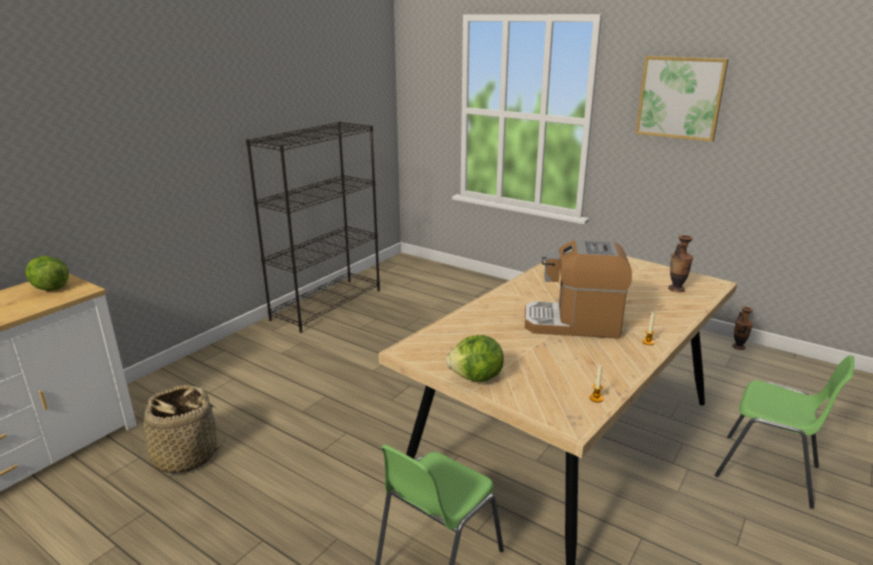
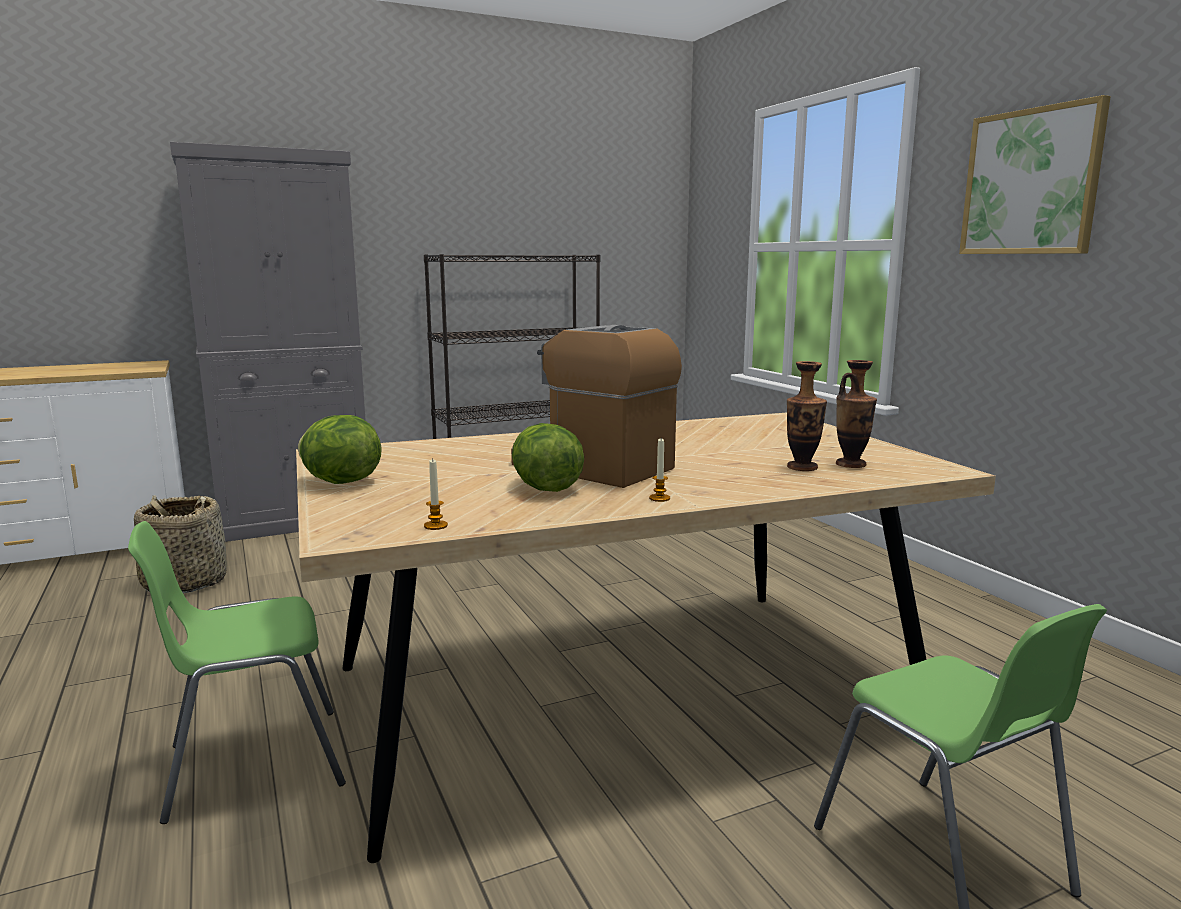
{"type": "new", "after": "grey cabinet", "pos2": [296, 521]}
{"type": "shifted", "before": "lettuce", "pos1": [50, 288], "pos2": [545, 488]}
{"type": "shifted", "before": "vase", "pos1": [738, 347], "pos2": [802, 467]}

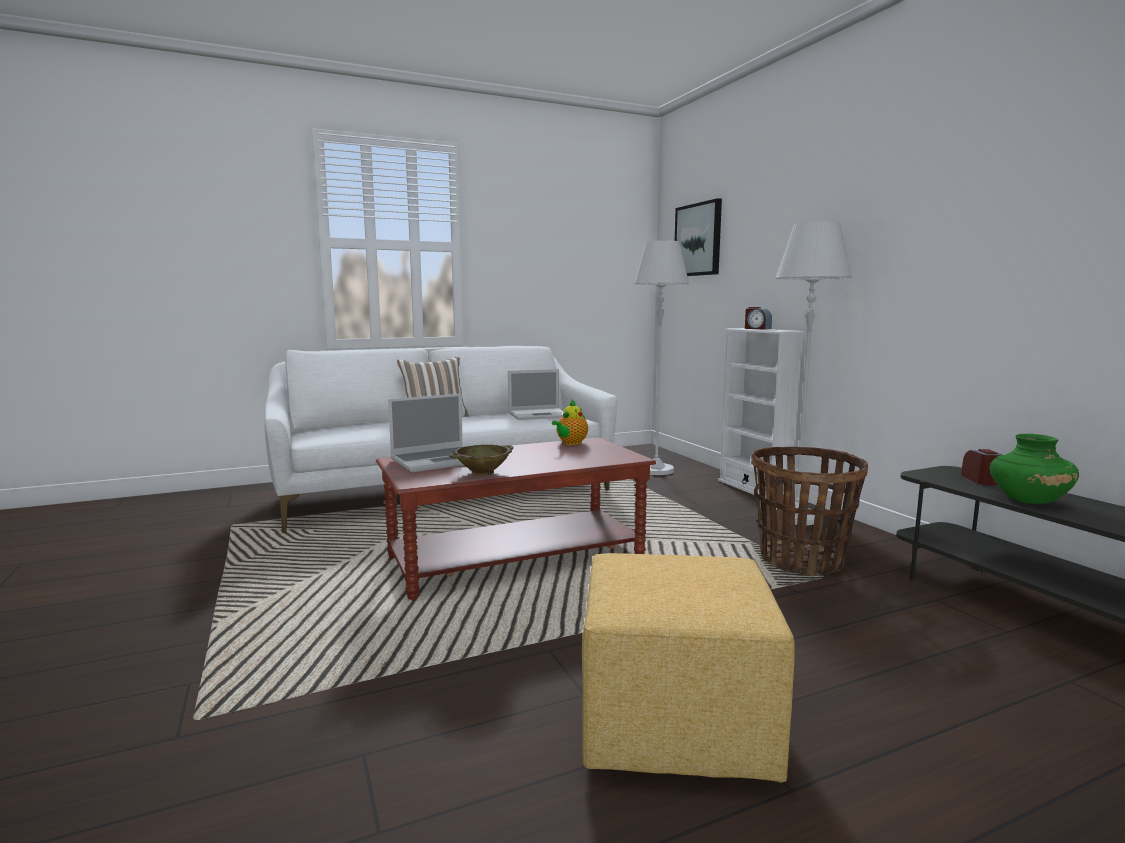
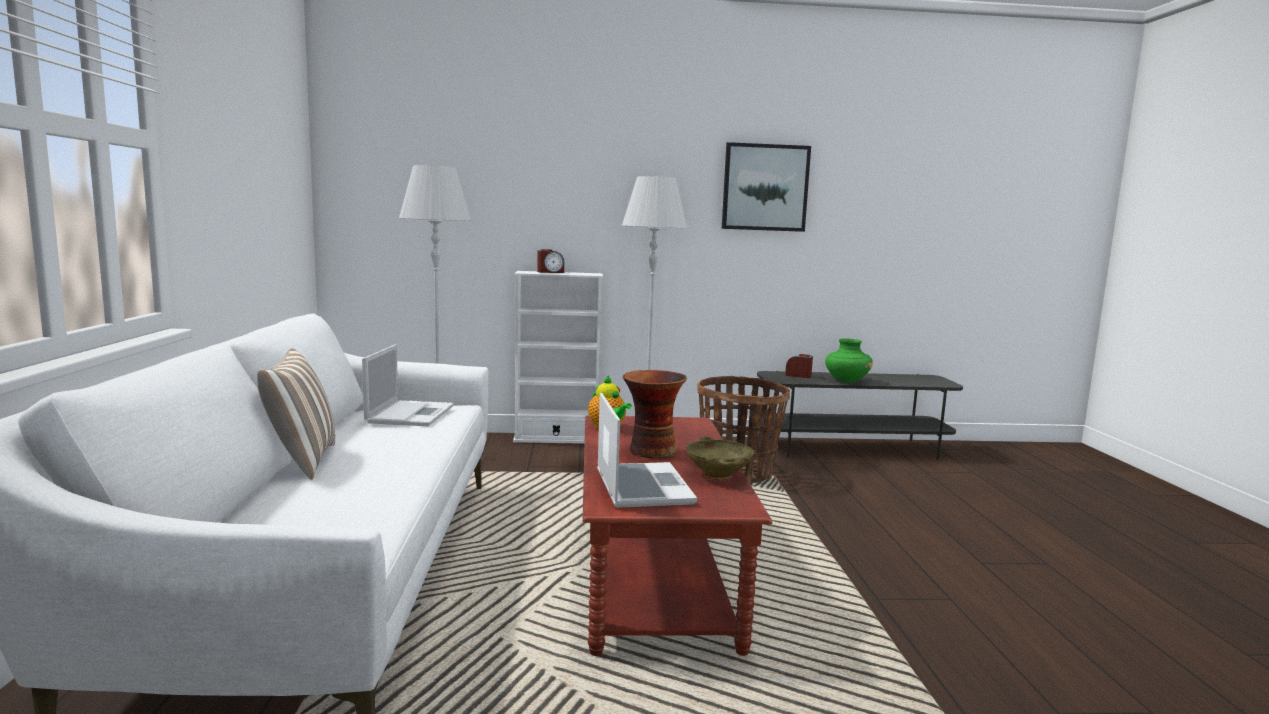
{"type": "gone", "before": "yellowish pouffe", "pos1": [675, 724]}
{"type": "new", "after": "vase", "pos2": [651, 451]}
{"type": "shifted", "before": "wall picture", "pos1": [698, 240], "pos2": [765, 187]}

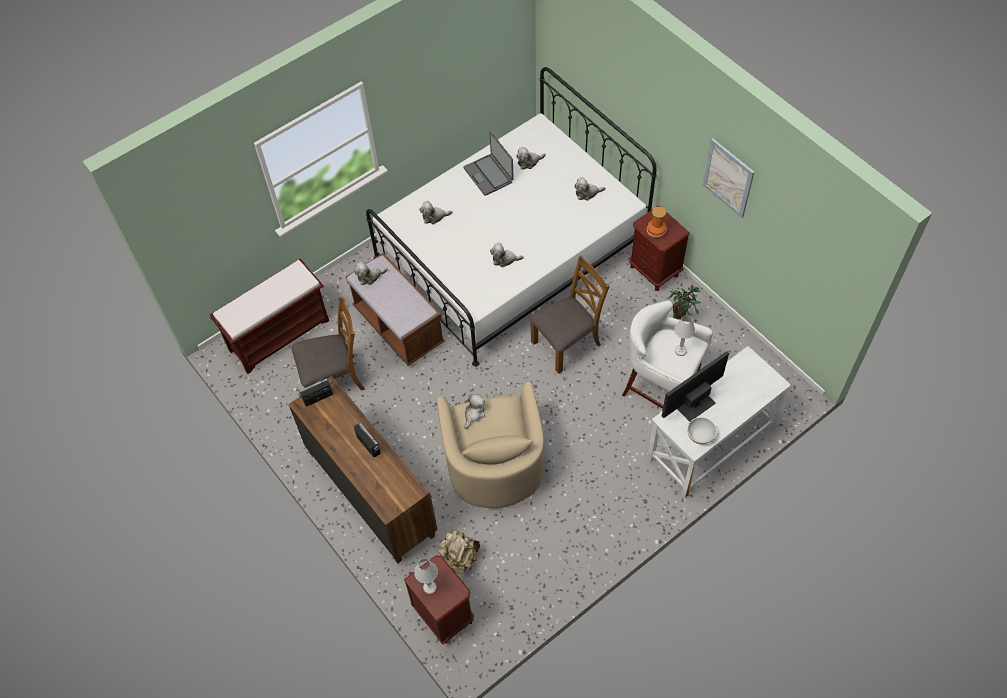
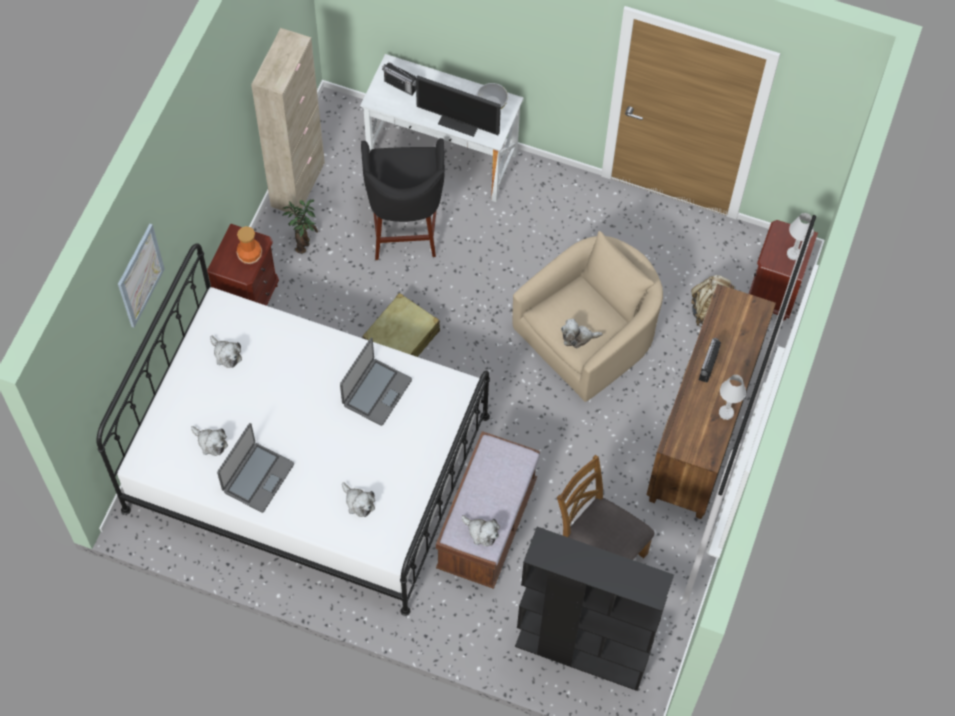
{"type": "new", "after": "sand-coloured cabinet", "pos2": [298, 184]}
{"type": "shifted", "before": "radio receiver", "pos1": [318, 397], "pos2": [400, 85]}
{"type": "shifted", "before": "whitish table lamp", "pos1": [680, 351], "pos2": [726, 413]}
{"type": "shifted", "before": "wall picture", "pos1": [728, 178], "pos2": [140, 275]}
{"type": "swapped", "before": "brown bench", "after": "black-coloured bookshelf", "pos1": [280, 334], "pos2": [580, 653]}
{"type": "swapped", "before": "plush toy", "after": "notebook computer", "pos1": [504, 259], "pos2": [376, 392]}
{"type": "swapped", "before": "brown upright chair", "after": "sand-coloured travel case", "pos1": [567, 343], "pos2": [402, 339]}
{"type": "repainted", "before": "whitish sitting stool", "after": "black-coloured sitting stool", "pos1": [660, 389], "pos2": [405, 226]}

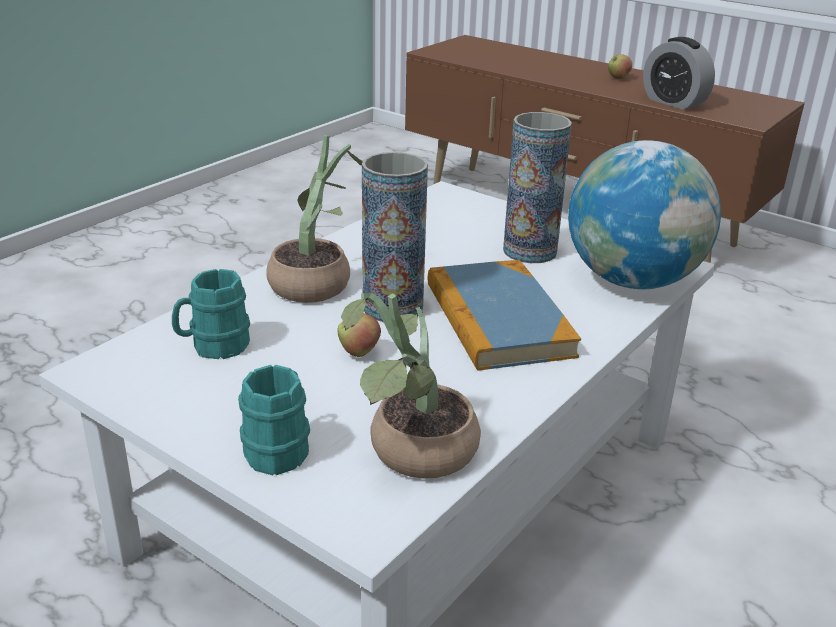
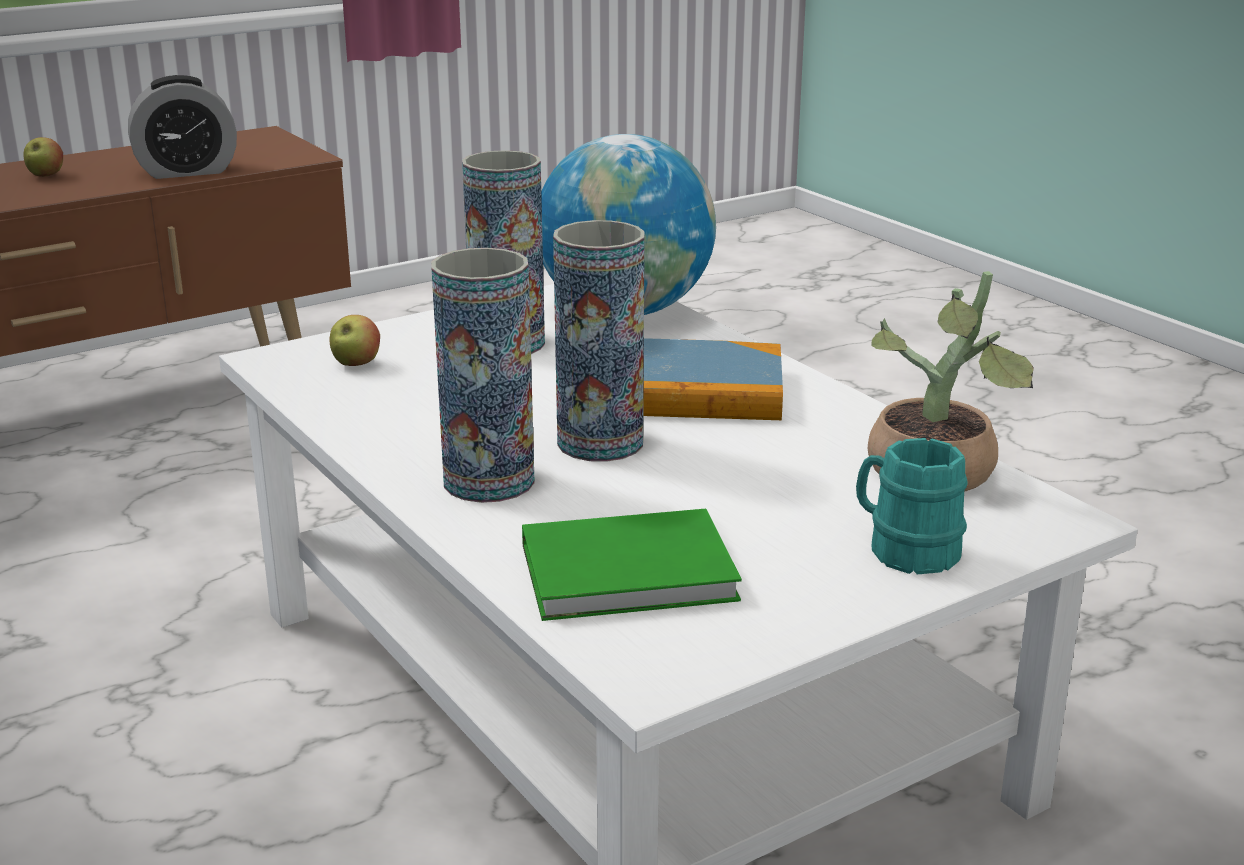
{"type": "shifted", "before": "apple fruit", "pos1": [359, 353], "pos2": [355, 364]}
{"type": "swapped", "before": "turquoise tea mug", "after": "green book", "pos1": [213, 346], "pos2": [634, 574]}
{"type": "swapped", "before": "plant in a pot", "after": "vase", "pos1": [317, 282], "pos2": [489, 481]}

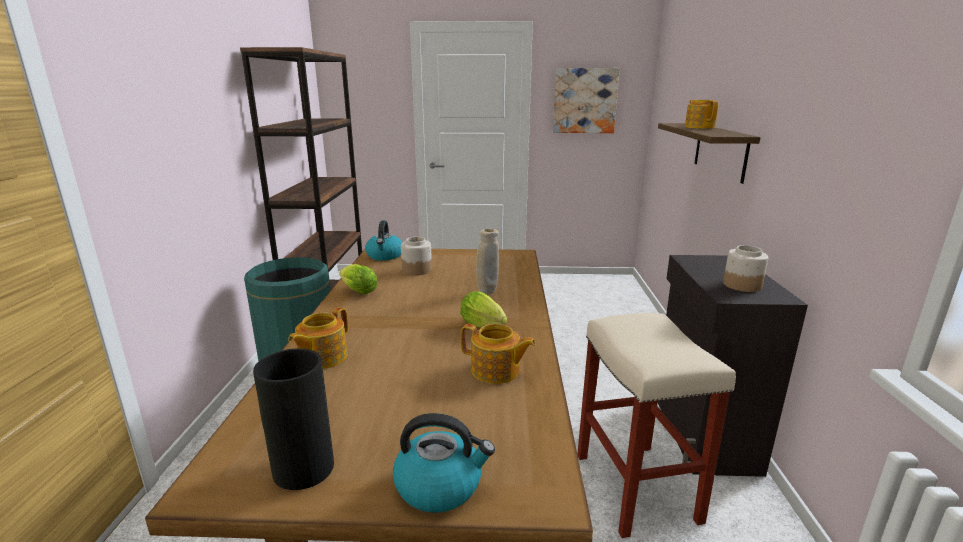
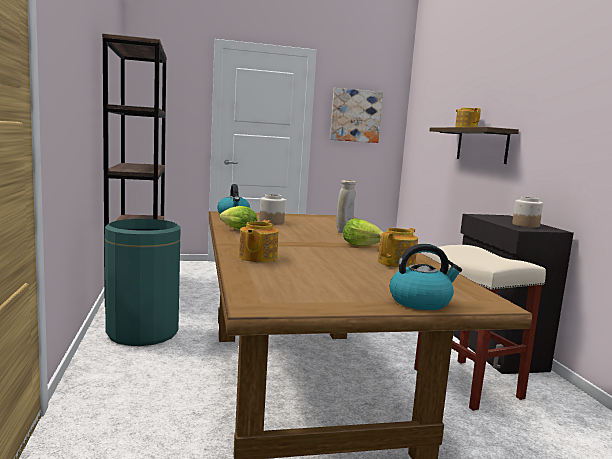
{"type": "gone", "before": "vase", "pos1": [302, 467]}
{"type": "rotated", "before": "pot for tea", "pos1": [496, 371], "pos2": [397, 263], "turn": -60}

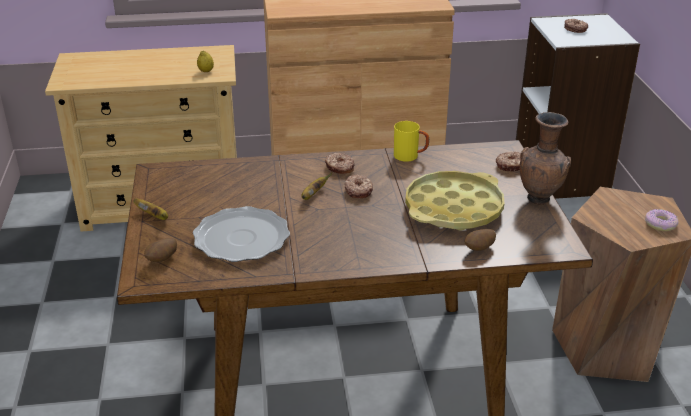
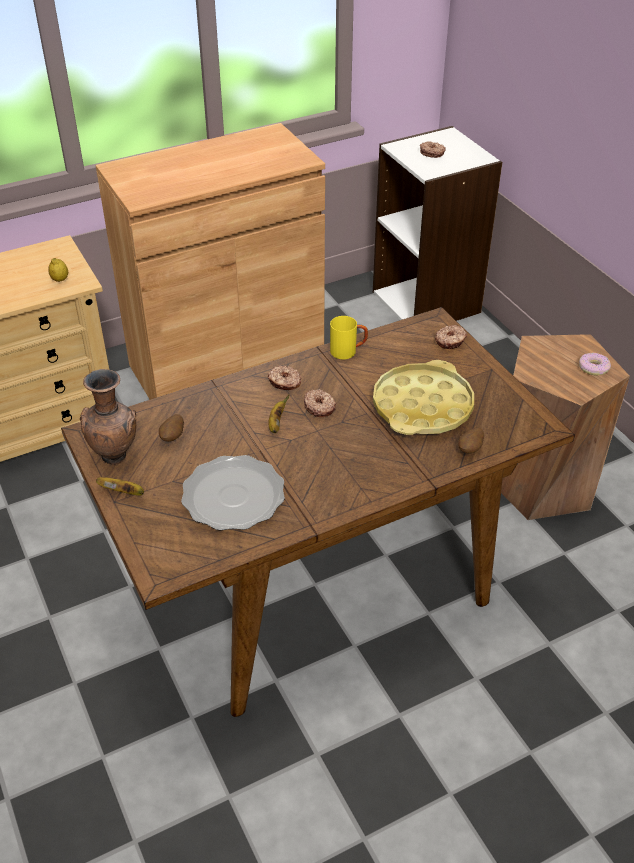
{"type": "shifted", "before": "spud", "pos1": [162, 260], "pos2": [173, 437]}
{"type": "shifted", "before": "brown vase", "pos1": [540, 199], "pos2": [116, 456]}

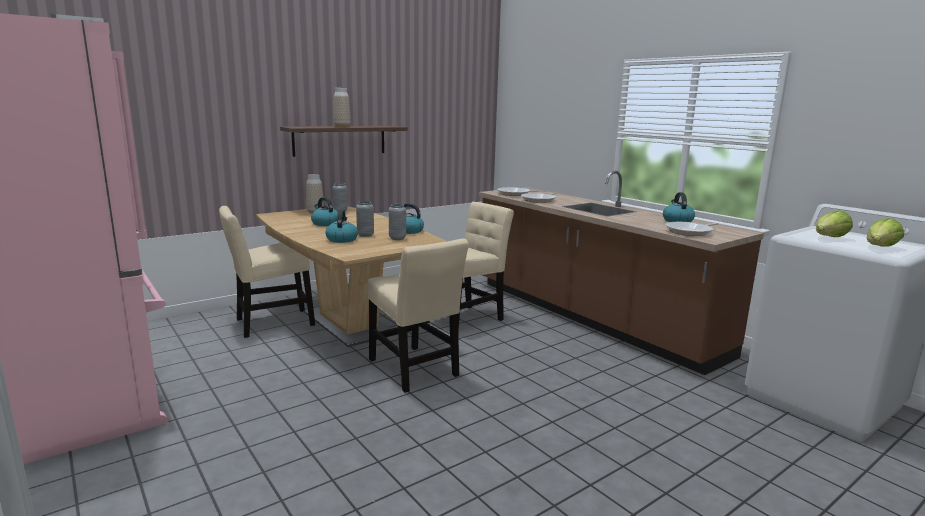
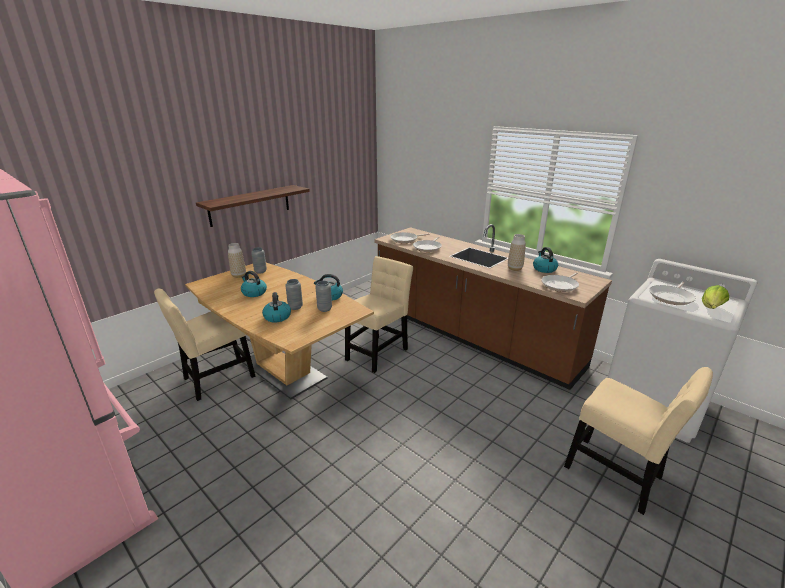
{"type": "shifted", "before": "vase", "pos1": [342, 126], "pos2": [514, 268]}
{"type": "shifted", "before": "sand-coloured upright chair", "pos1": [414, 370], "pos2": [617, 475]}
{"type": "swapped", "before": "lettuce", "after": "pan", "pos1": [829, 238], "pos2": [671, 297]}

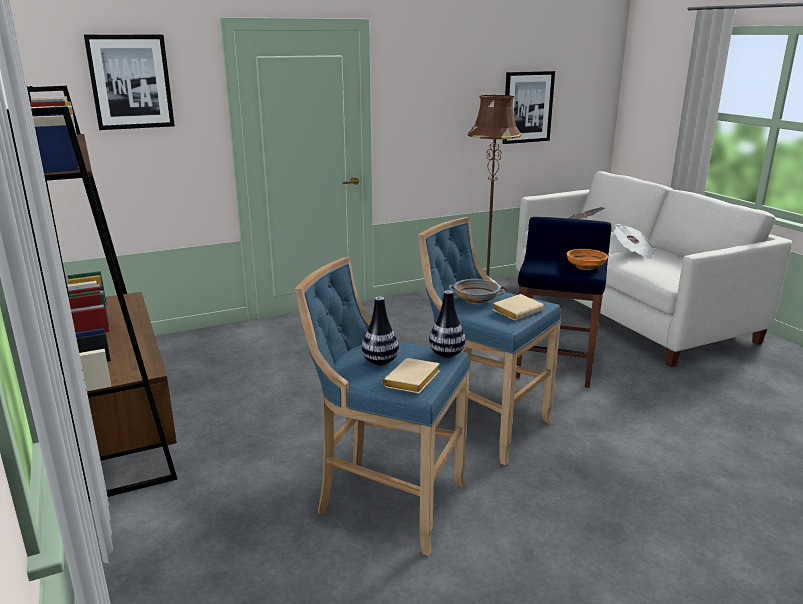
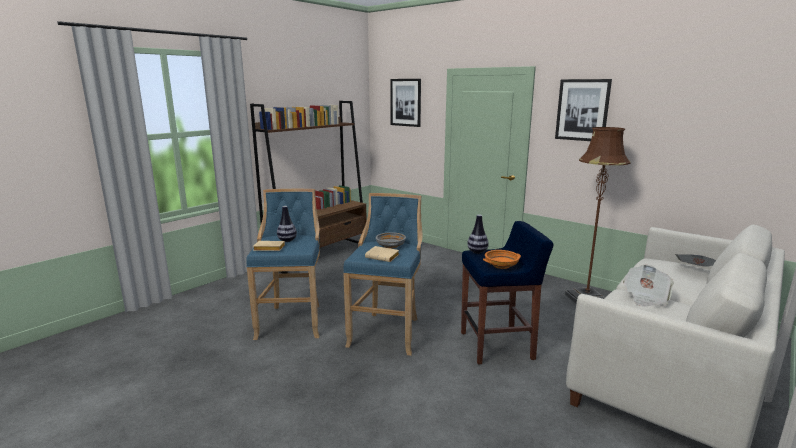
{"type": "shifted", "before": "vase", "pos1": [447, 354], "pos2": [477, 252]}
{"type": "shifted", "before": "wall picture", "pos1": [527, 107], "pos2": [582, 110]}

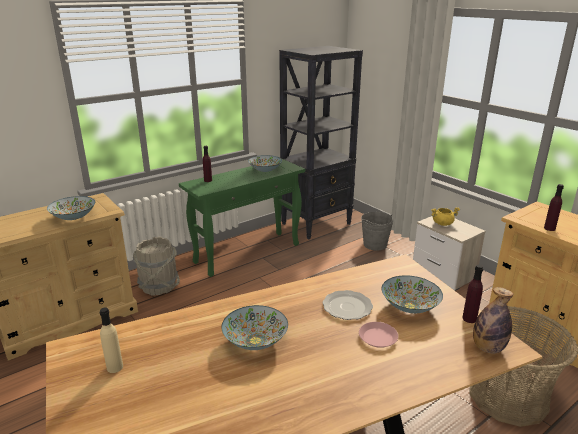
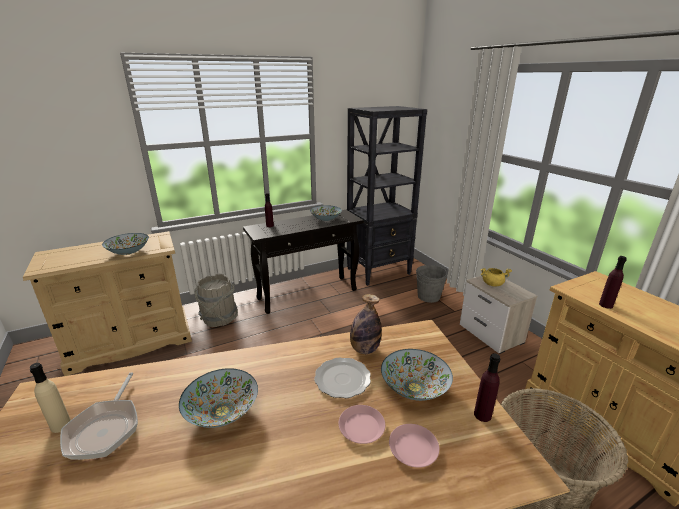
{"type": "new", "after": "pan", "pos2": [106, 428]}
{"type": "new", "after": "pink dinner plate", "pos2": [413, 449]}
{"type": "shifted", "before": "bottle", "pos1": [488, 348], "pos2": [364, 349]}
{"type": "repainted", "before": "green console table", "after": "black-coloured console table", "pos1": [248, 253], "pos2": [308, 294]}

